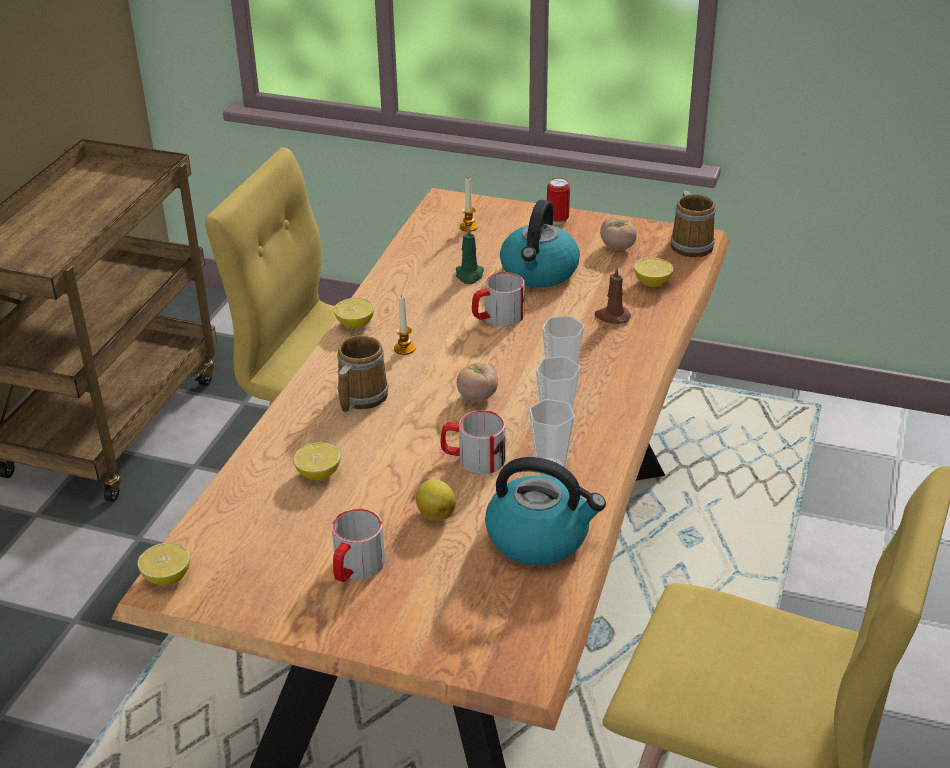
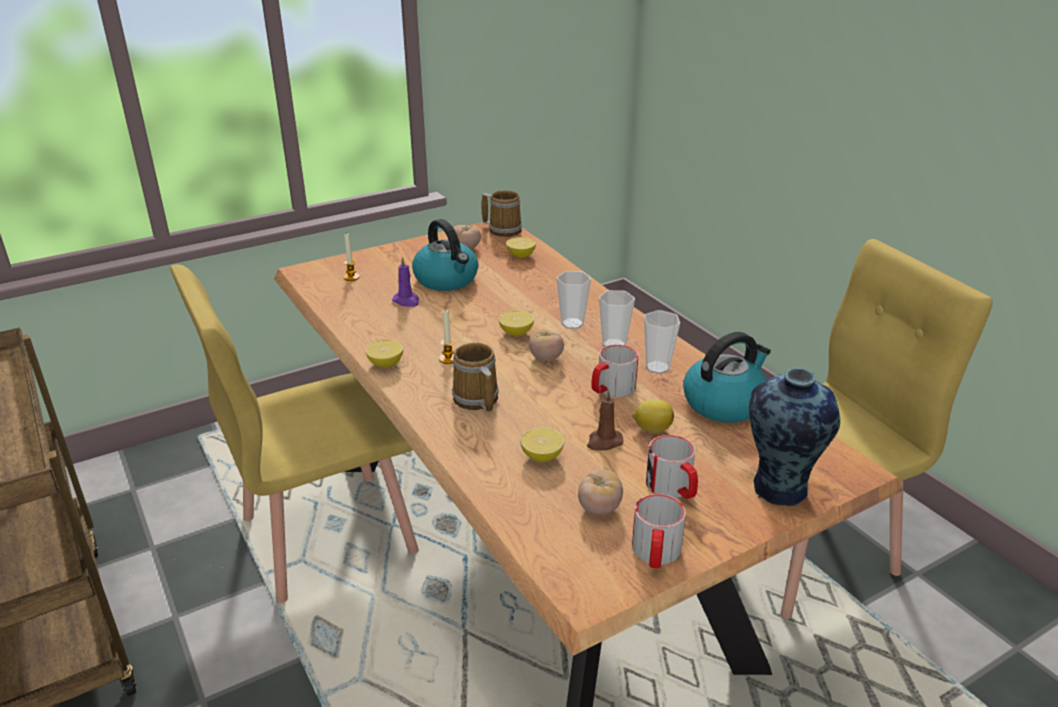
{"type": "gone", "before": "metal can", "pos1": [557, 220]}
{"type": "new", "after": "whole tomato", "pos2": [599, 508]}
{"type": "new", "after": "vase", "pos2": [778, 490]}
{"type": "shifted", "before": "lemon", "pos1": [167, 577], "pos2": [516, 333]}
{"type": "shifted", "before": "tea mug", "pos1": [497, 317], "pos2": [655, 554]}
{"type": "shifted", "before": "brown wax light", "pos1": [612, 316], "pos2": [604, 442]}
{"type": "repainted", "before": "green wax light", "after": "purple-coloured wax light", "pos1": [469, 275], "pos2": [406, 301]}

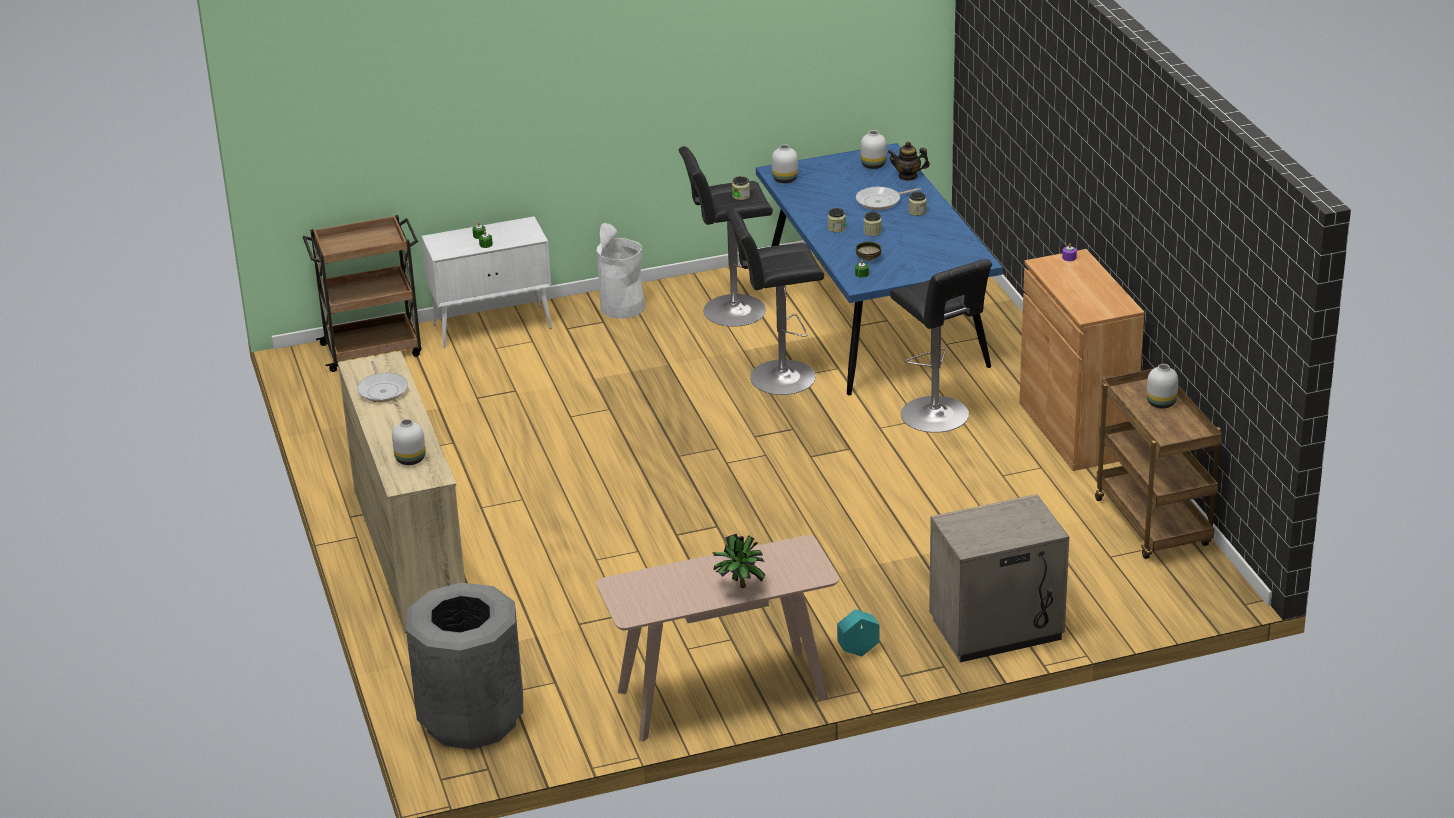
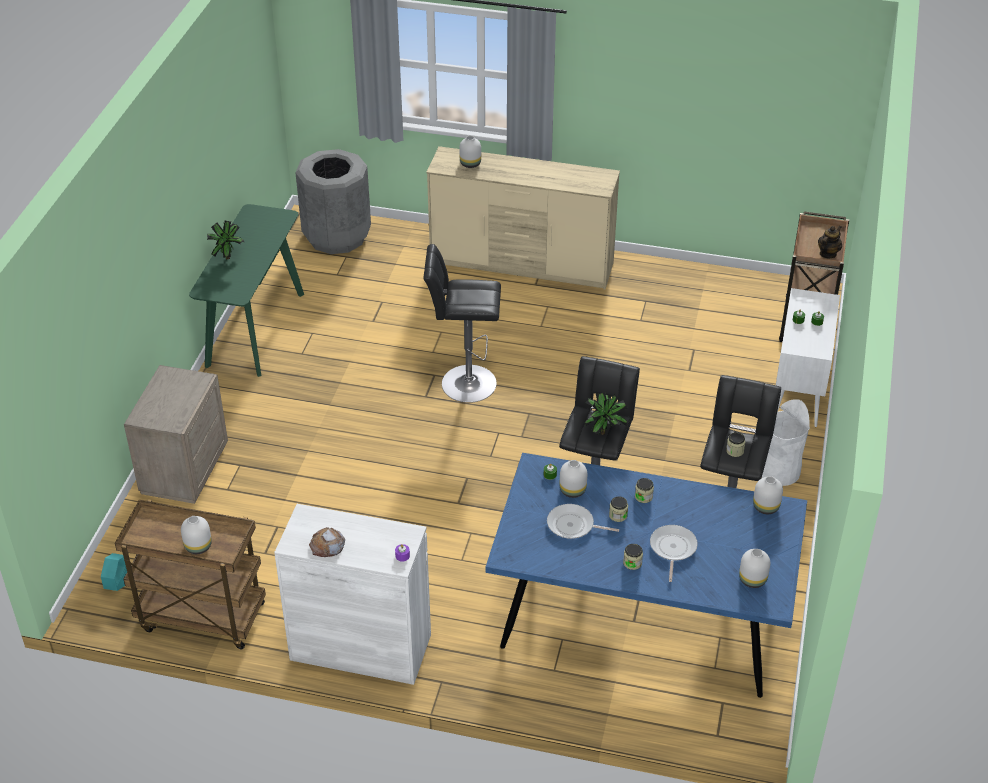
{"type": "new", "after": "baked bread", "pos2": [327, 545]}
{"type": "new", "after": "plant in a pot", "pos2": [604, 431]}
{"type": "shifted", "before": "pan", "pos1": [382, 390], "pos2": [573, 525]}
{"type": "shifted", "before": "turquoise planter", "pos1": [858, 651], "pos2": [118, 584]}
{"type": "shifted", "before": "pot for tea", "pos1": [908, 176], "pos2": [827, 254]}
{"type": "shifted", "before": "black-coloured sitting stool", "pos1": [938, 416], "pos2": [464, 383]}
{"type": "swapped", "before": "bowl", "after": "whitish vase", "pos1": [868, 258], "pos2": [573, 491]}
{"type": "repainted", "before": "sand-coloured console table", "after": "green console table", "pos1": [722, 695], "pos2": [255, 329]}
{"type": "repainted", "before": "brown cabinet", "after": "whitish cabinet", "pos1": [1076, 430], "pos2": [360, 647]}

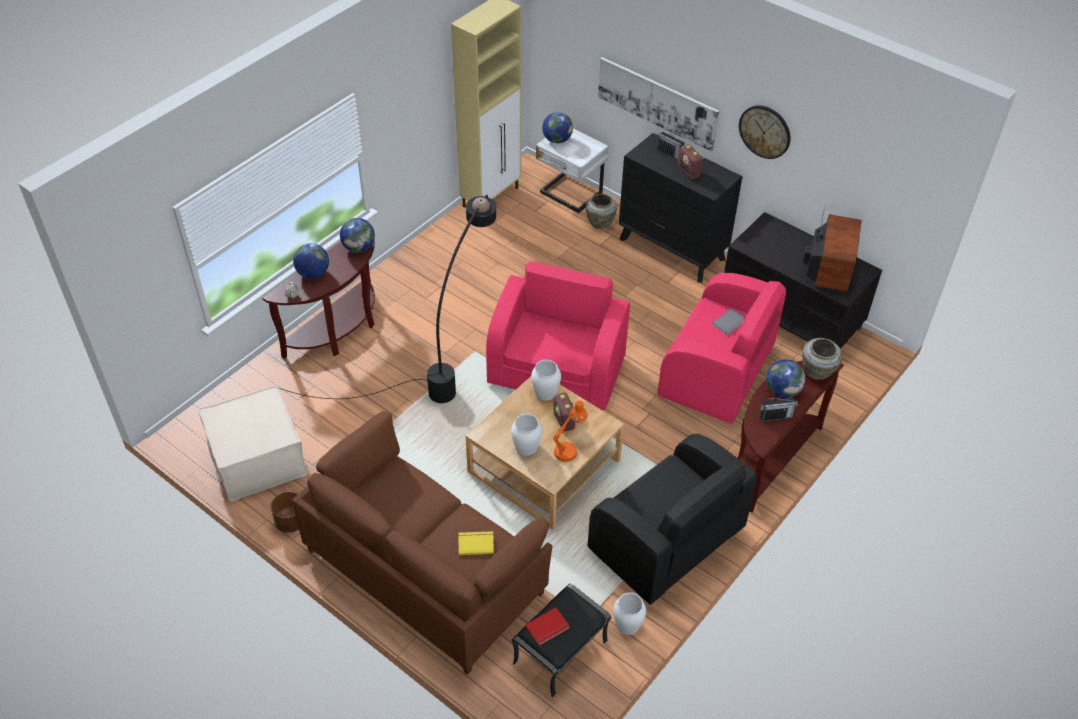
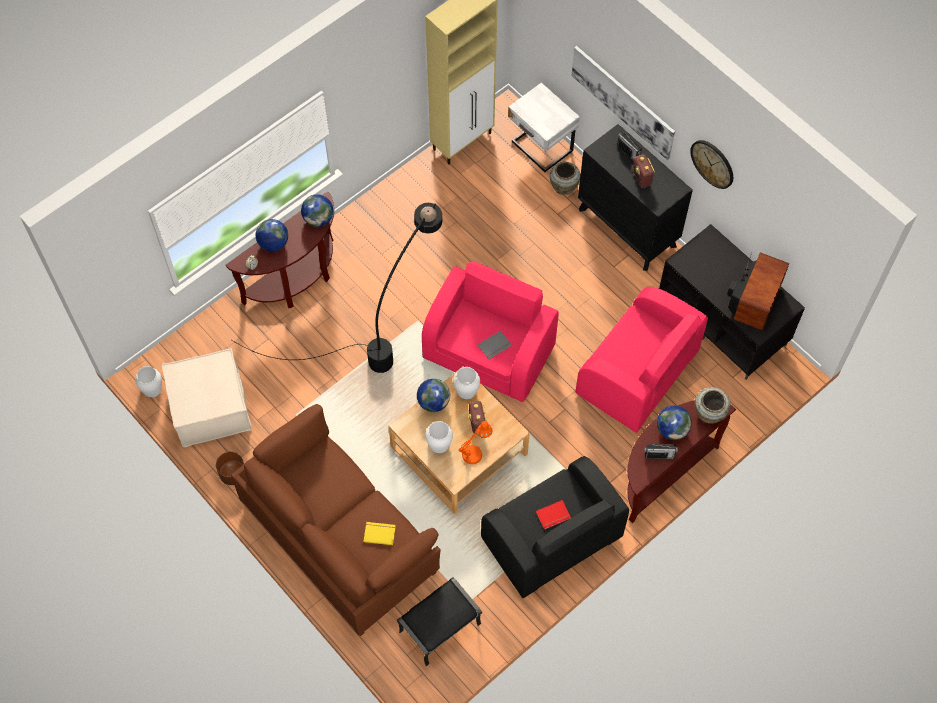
{"type": "shifted", "before": "reddish book", "pos1": [548, 628], "pos2": [553, 516]}
{"type": "shifted", "before": "desk globe", "pos1": [557, 140], "pos2": [433, 402]}
{"type": "shifted", "before": "whitish vase", "pos1": [627, 624], "pos2": [152, 389]}
{"type": "shifted", "before": "grey book", "pos1": [730, 323], "pos2": [495, 346]}

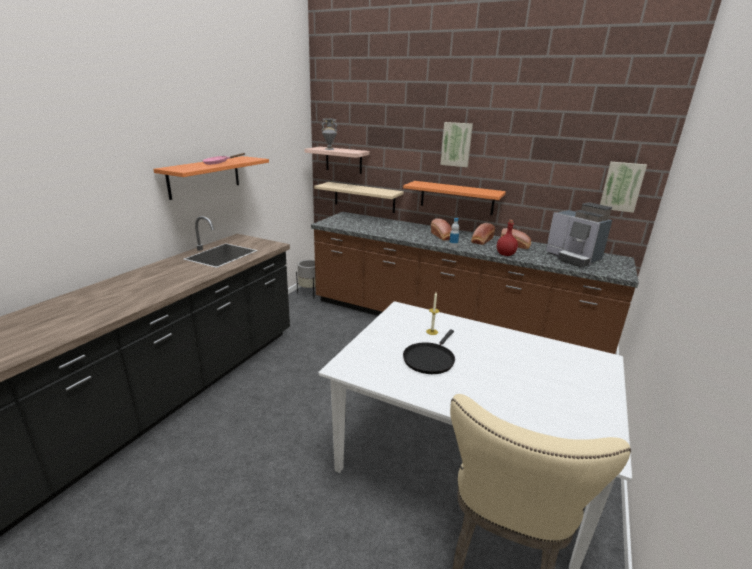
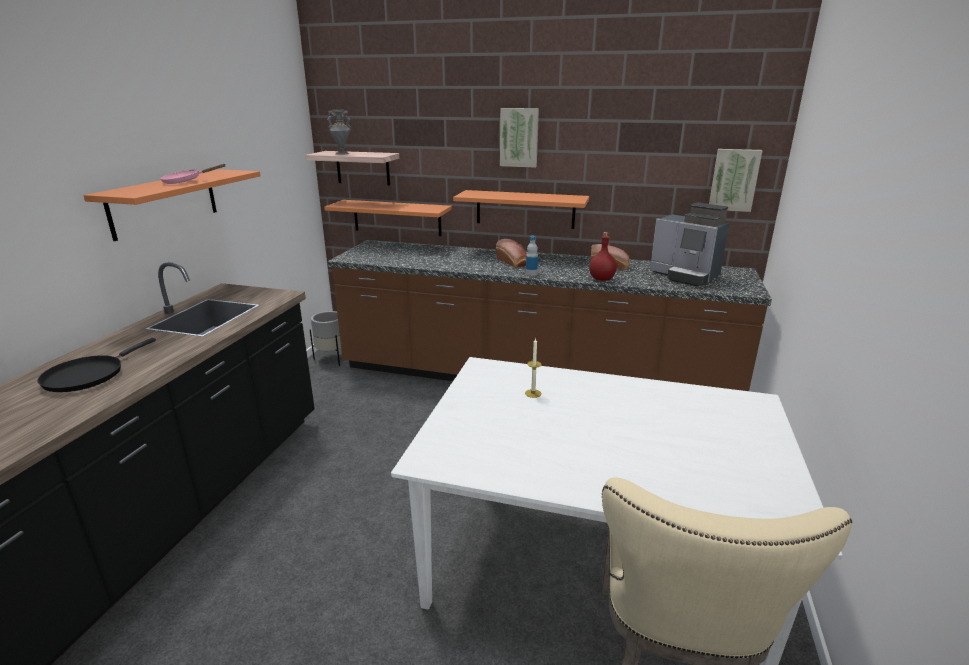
{"type": "gone", "before": "baked bread", "pos1": [481, 241]}
{"type": "shifted", "before": "black-coloured pan", "pos1": [429, 359], "pos2": [88, 375]}
{"type": "repainted", "before": "sand-coloured shelf", "after": "orange-coloured shelf", "pos1": [364, 197], "pos2": [397, 217]}

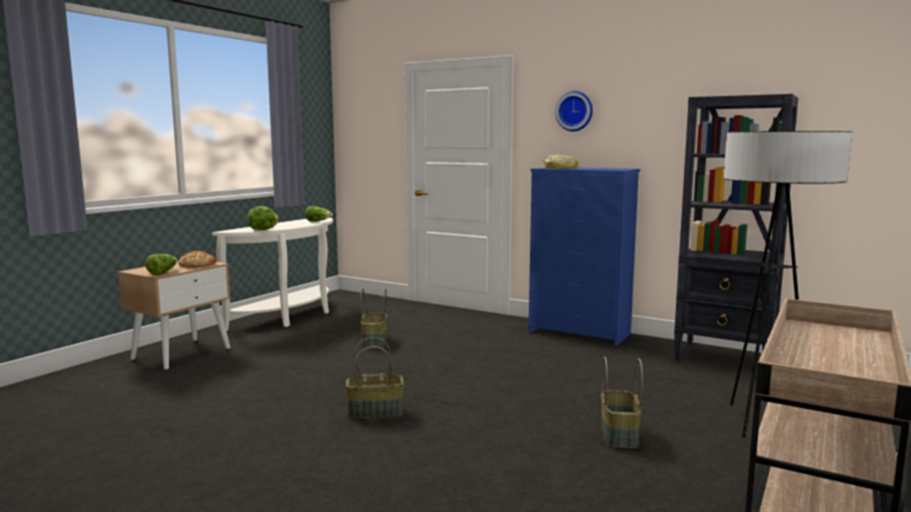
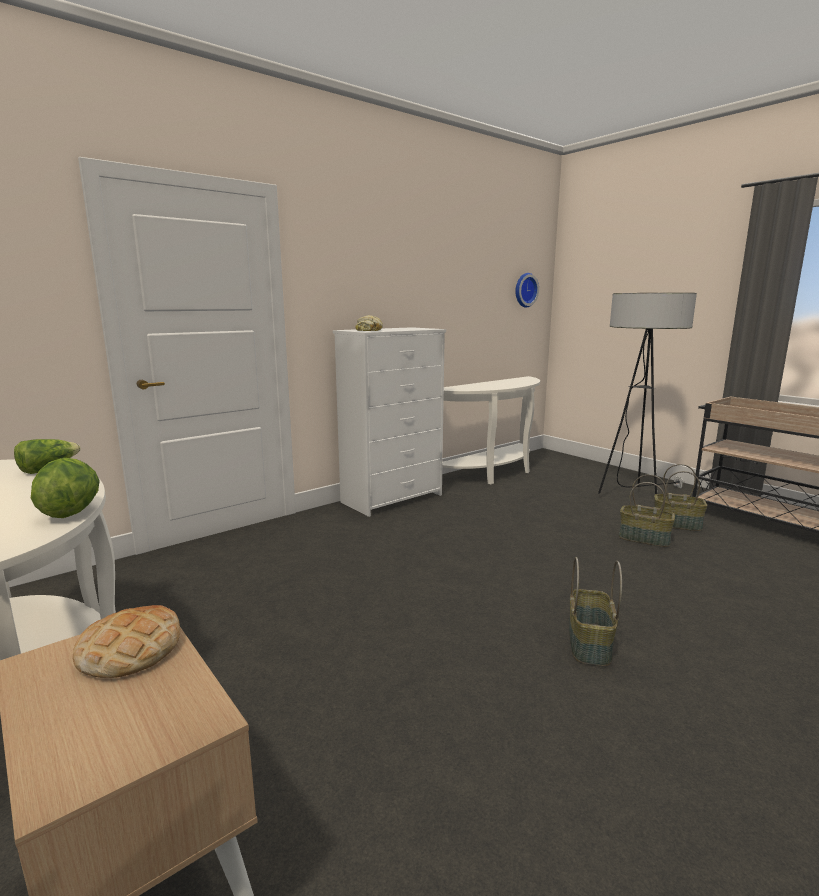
{"type": "gone", "before": "lettuce", "pos1": [162, 272]}
{"type": "shifted", "before": "basket", "pos1": [375, 341], "pos2": [677, 524]}
{"type": "shifted", "before": "clock on the wall", "pos1": [575, 111], "pos2": [524, 290]}
{"type": "swapped", "before": "black-coloured bookshelf", "after": "whitish console table", "pos1": [725, 358], "pos2": [493, 473]}
{"type": "repainted", "before": "blue dresser", "after": "whitish dresser", "pos1": [580, 333], "pos2": [393, 498]}

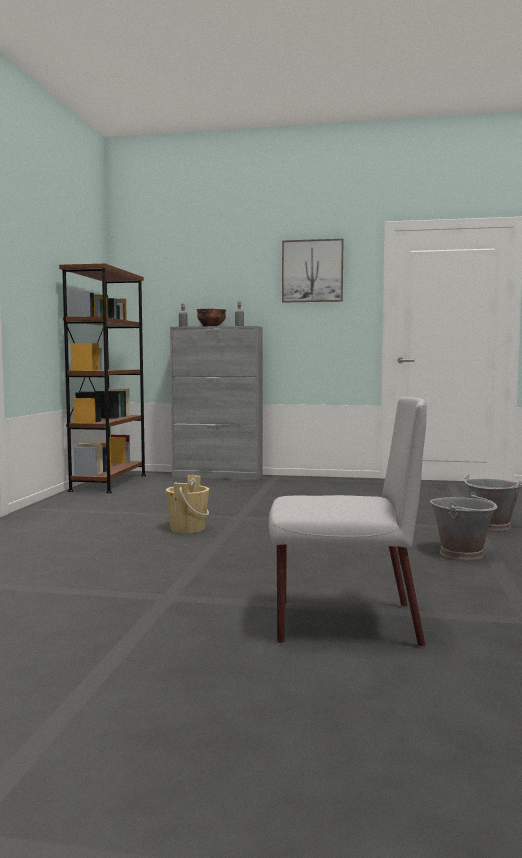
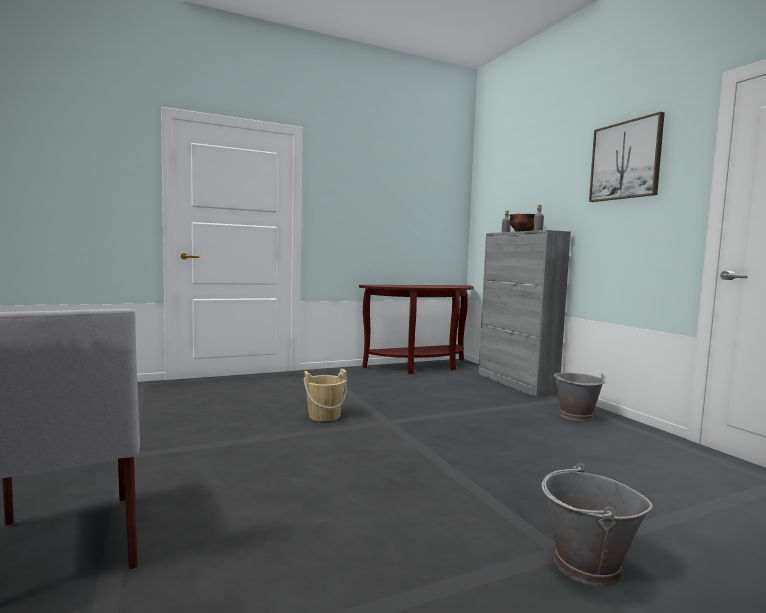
{"type": "shifted", "before": "grey pail", "pos1": [462, 553], "pos2": [576, 416]}
{"type": "swapped", "before": "brown bookshelf", "after": "brown console table", "pos1": [109, 483], "pos2": [422, 366]}

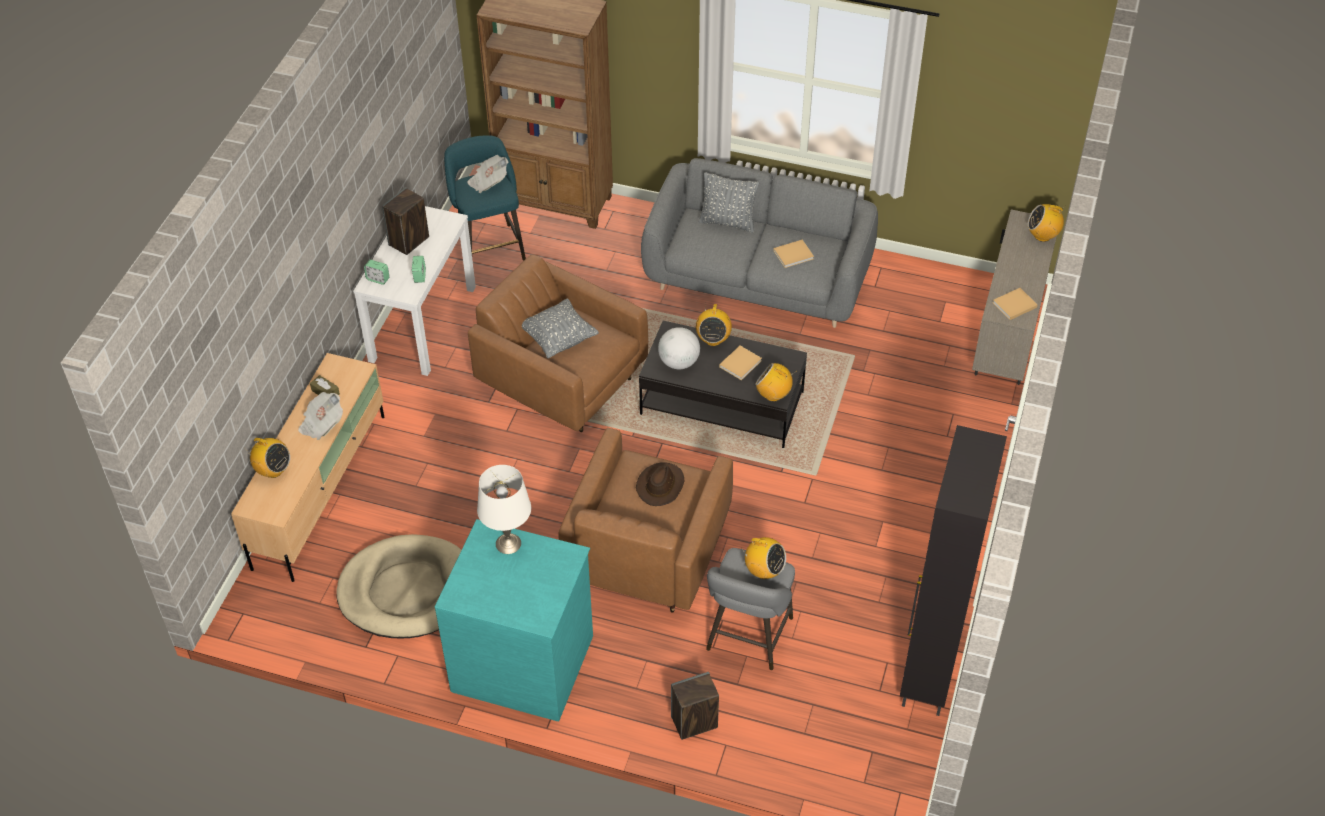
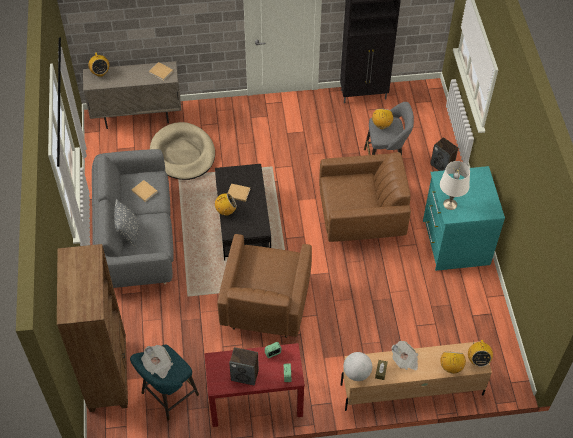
{"type": "gone", "before": "grey cushion", "pos1": [559, 339]}
{"type": "gone", "before": "brown hat", "pos1": [660, 485]}
{"type": "shifted", "before": "sand-coloured pet bed", "pos1": [407, 590], "pos2": [183, 154]}
{"type": "shifted", "before": "desk globe", "pos1": [679, 362], "pos2": [356, 373]}
{"type": "shifted", "before": "radio receiver", "pos1": [773, 395], "pos2": [478, 360]}
{"type": "repainted", "before": "whitish console table", "after": "reddish console table", "pos1": [422, 323], "pos2": [255, 401]}

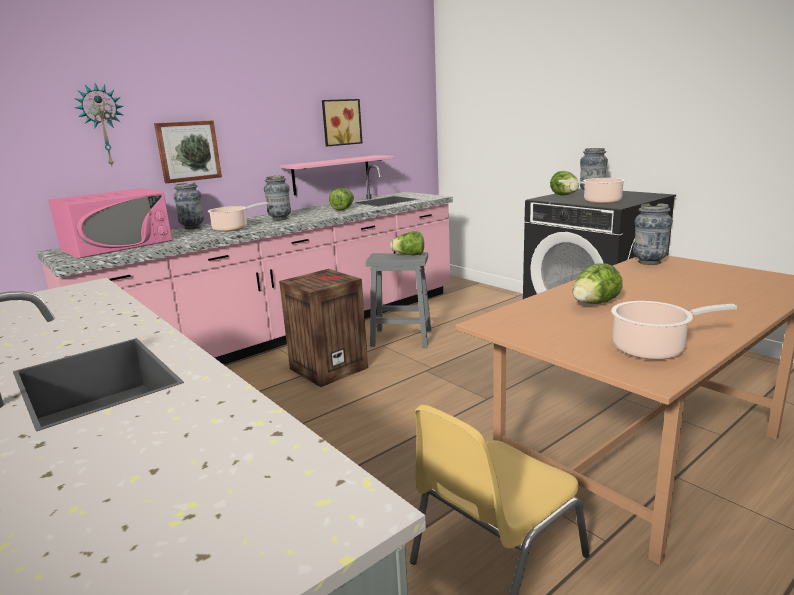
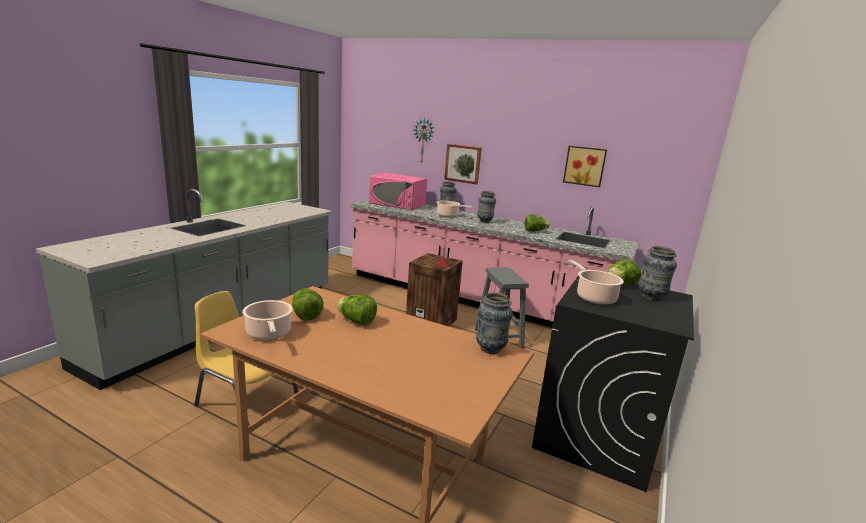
{"type": "gone", "before": "pink shelf", "pos1": [331, 174]}
{"type": "shifted", "before": "lettuce", "pos1": [409, 255], "pos2": [306, 315]}

